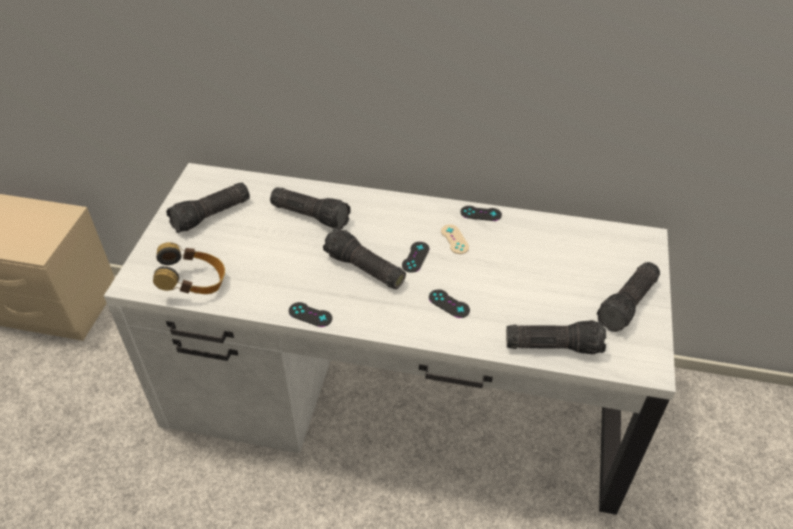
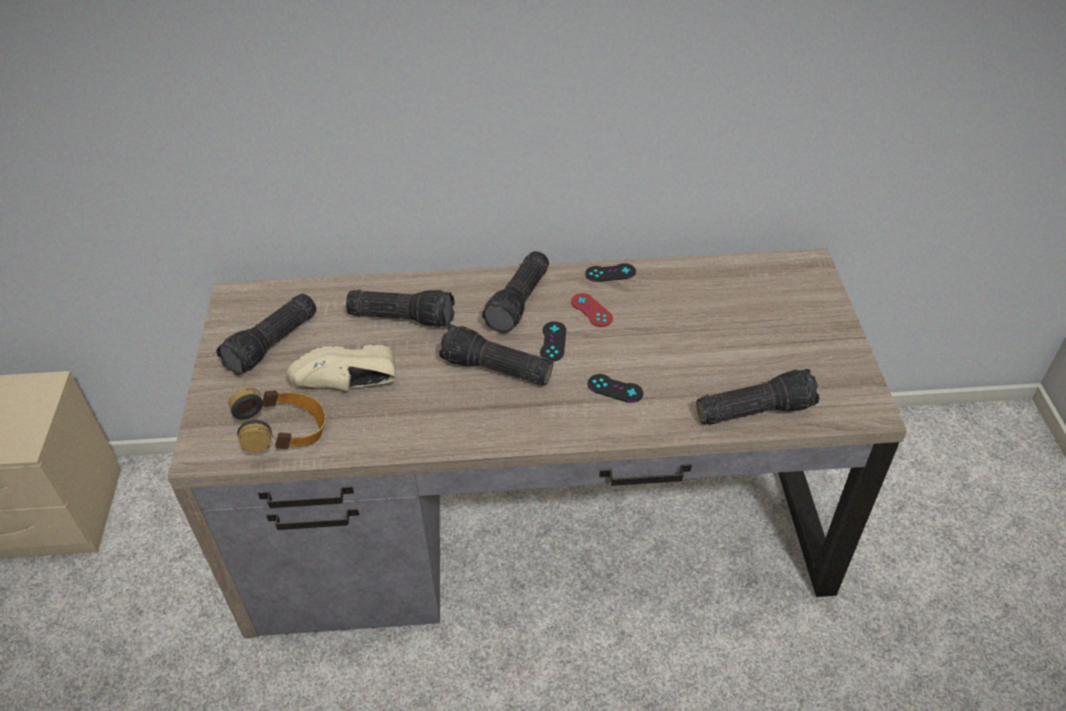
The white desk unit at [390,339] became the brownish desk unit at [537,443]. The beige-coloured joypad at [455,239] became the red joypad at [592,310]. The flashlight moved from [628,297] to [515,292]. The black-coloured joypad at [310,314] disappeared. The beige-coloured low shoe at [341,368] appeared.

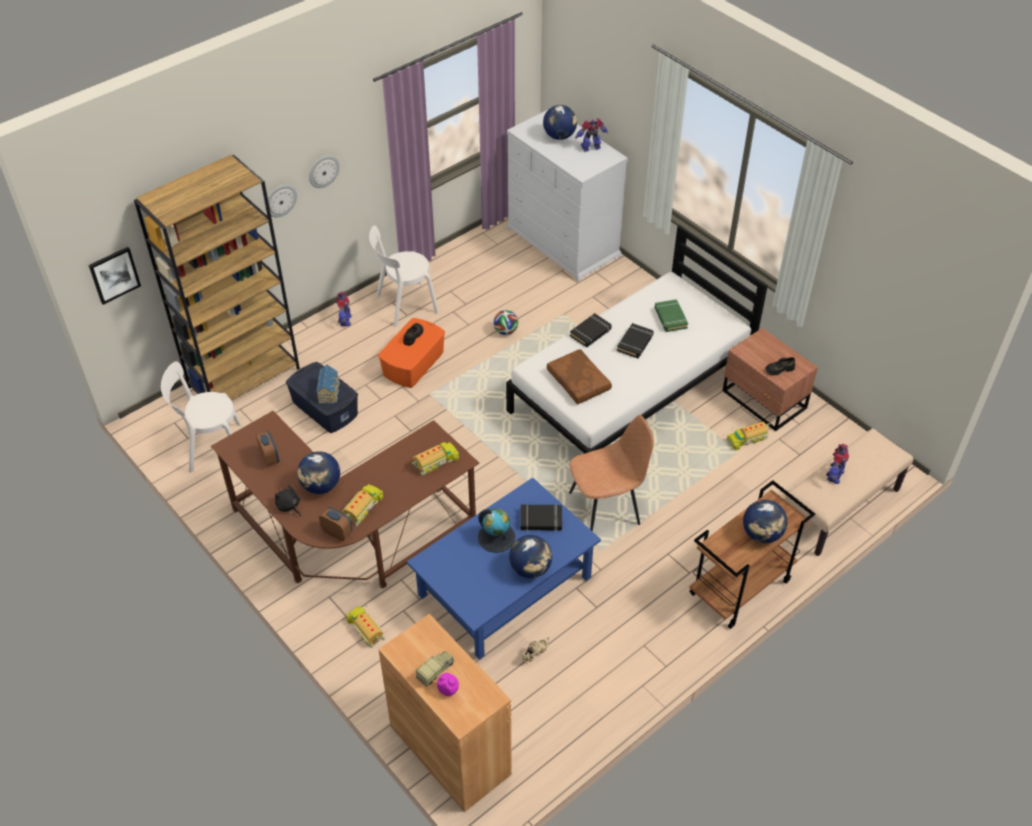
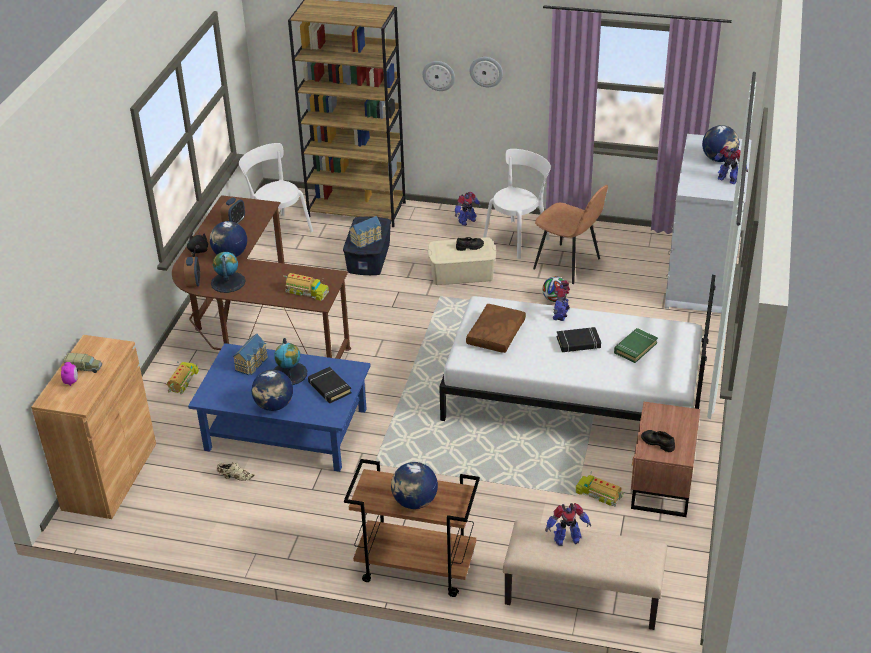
The white upright chair at [404,276] turned 105 degrees clockwise. The wall picture at [115,276] disappeared. The black-coloured book at [591,330] was replaced by the model robot at [561,300]. The orangey storage bin at [411,353] became the beige-coloured storage bin at [462,261]. The brownish upright chair moved from [611,473] to [570,234]. The model truck at [363,504] was replaced by the world globe at [228,272]. The miniature house at [250,354] appeared.

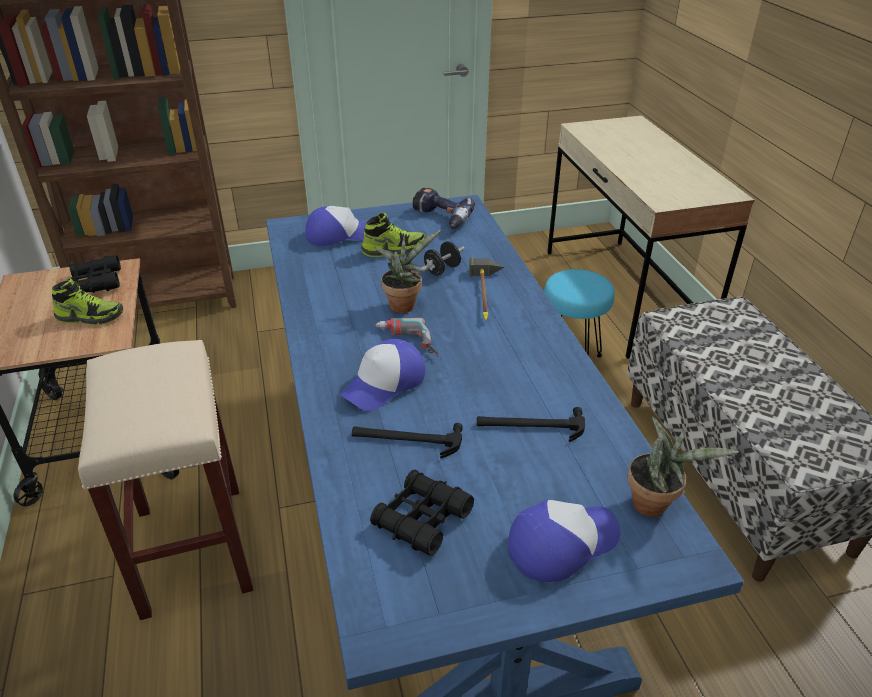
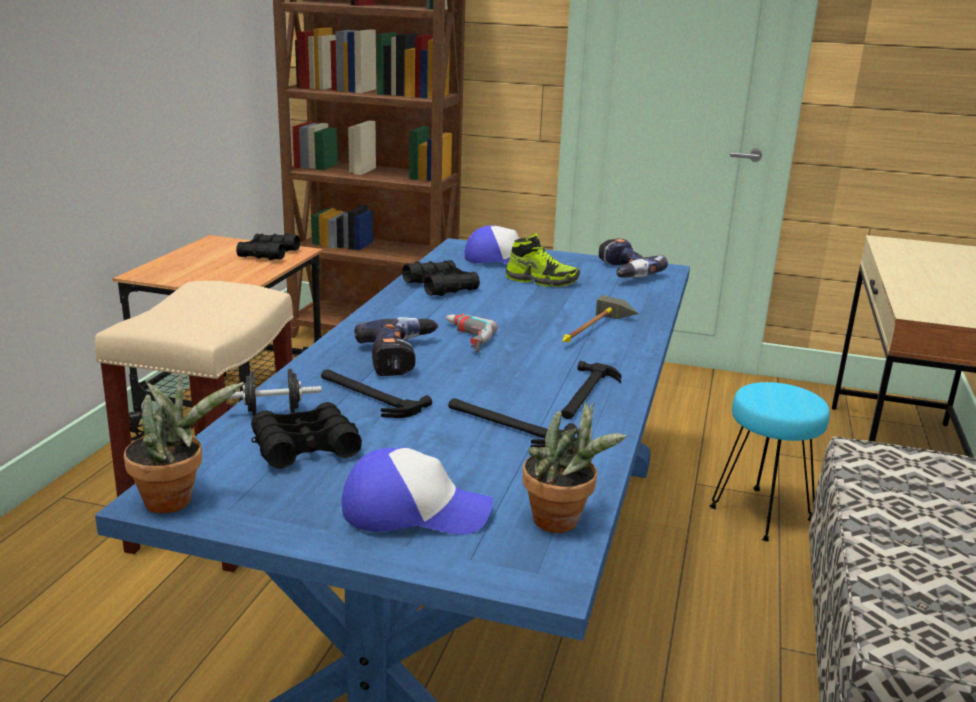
The plant in a pot moved from [407,271] to [184,443]. The black-coloured dumbbell moved from [443,258] to [274,392]. The low shoe at [87,301] disappeared. The peaked cap at [382,375] was replaced by the power drill at [396,346]. The black-coloured field glasses at [441,278] appeared. The hammer at [591,390] appeared.

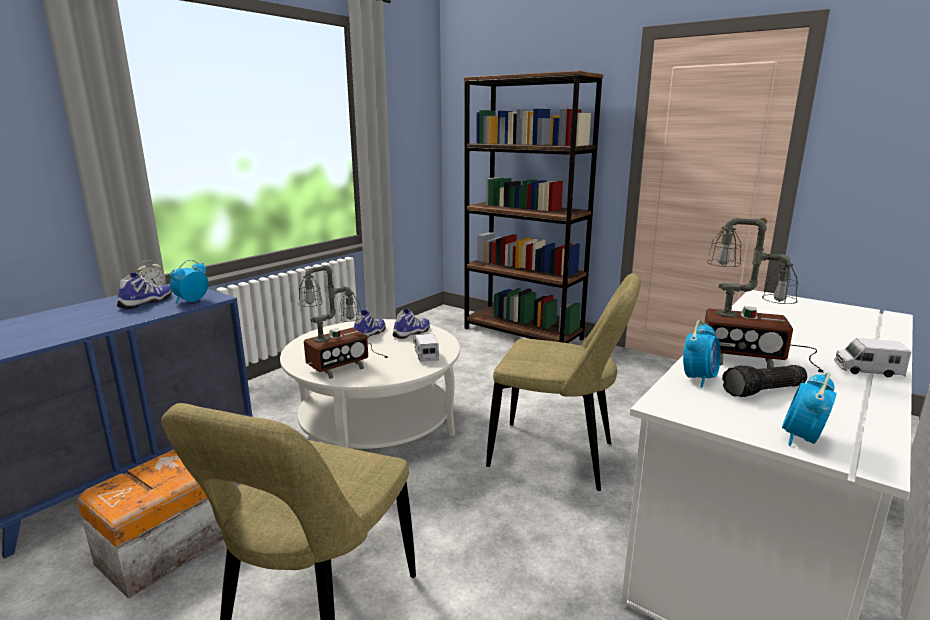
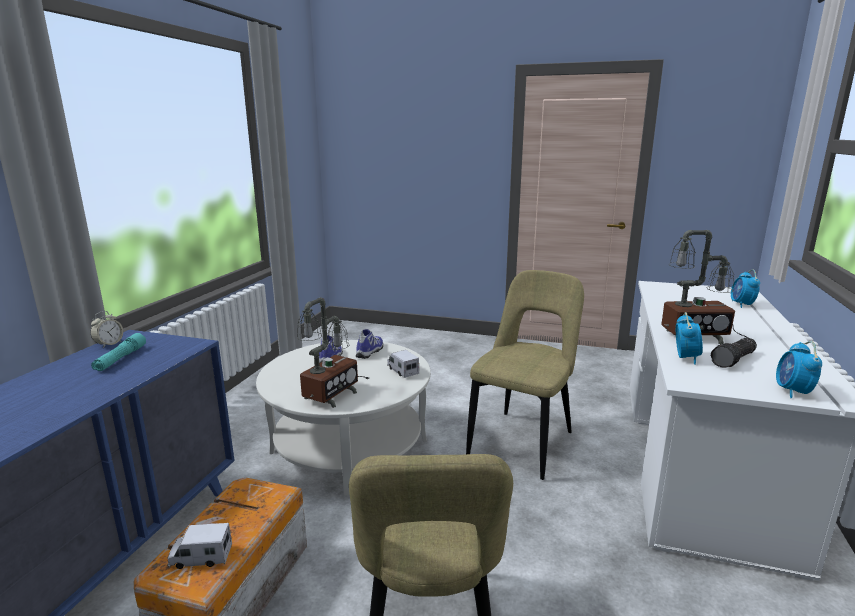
The brownish bookshelf at [533,207] disappeared. The table clock moved from [189,282] to [745,288]. The low shoe at [144,290] was replaced by the turquoise-coloured flashlight at [118,352]. The beige-coloured upright chair at [563,382] turned 60 degrees counterclockwise. The model truck moved from [872,357] to [200,546].

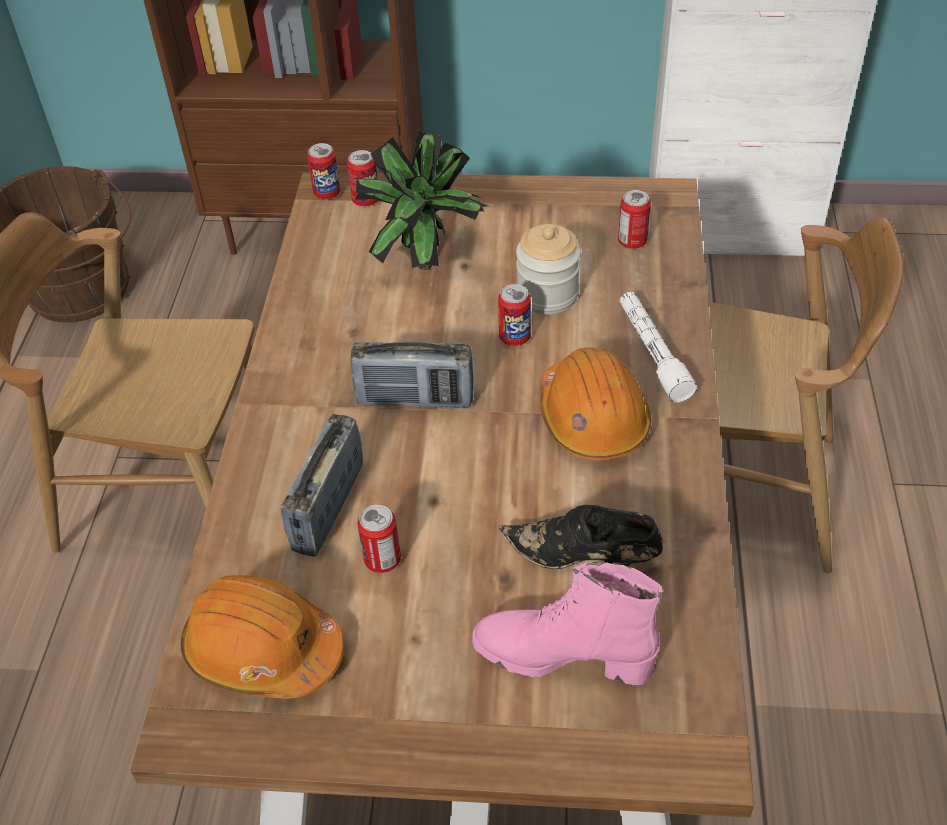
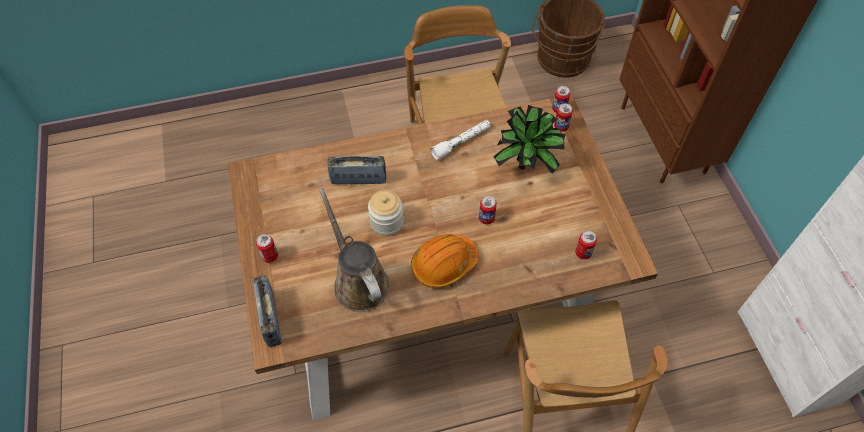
The jar moved from [548,269] to [385,213]. The white flashlight moved from [658,347] to [460,140]. The radio moved from [412,375] to [267,311]. The sealed can moved from [379,539] to [267,248]. The black-coloured low shoe at [581,537] was replaced by the brownish watering can at [354,250]. The pink boot at [567,623] disappeared. The orangey work helmet at [262,637] disappeared.

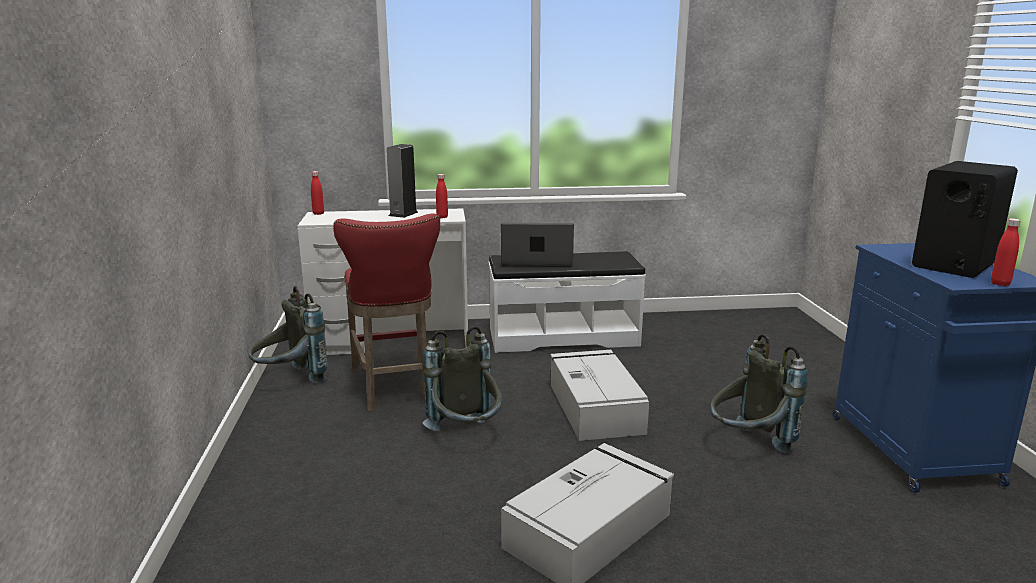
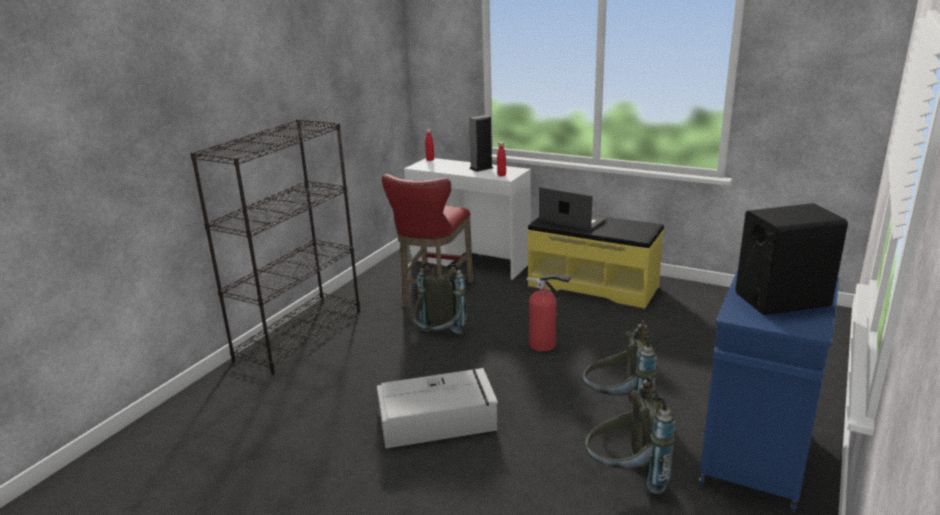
The red bottle at [1006,252] disappeared. The white bench at [567,302] became the yellow-coloured bench at [595,262]. The greyish backpack moved from [288,334] to [630,435]. The greyish storage bin at [600,395] was replaced by the fire-fighting cylinder at [548,313]. The black-coloured bookshelf at [275,247] appeared.

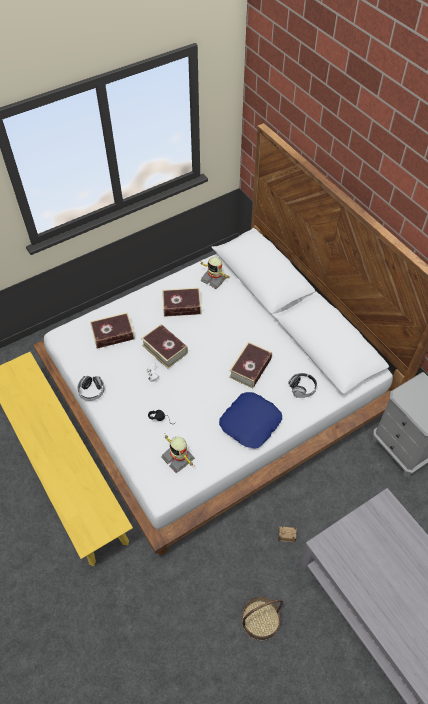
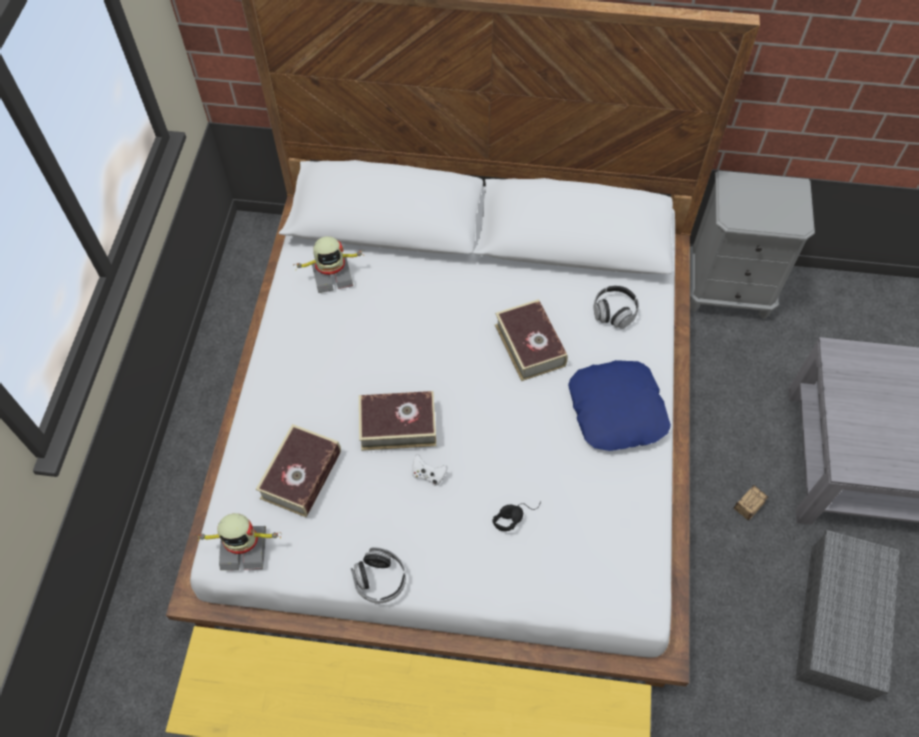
The book at [181,302] disappeared. The model robot moved from [178,454] to [238,541]. The household basket at [262,619] was replaced by the greyish storage bin at [848,616].

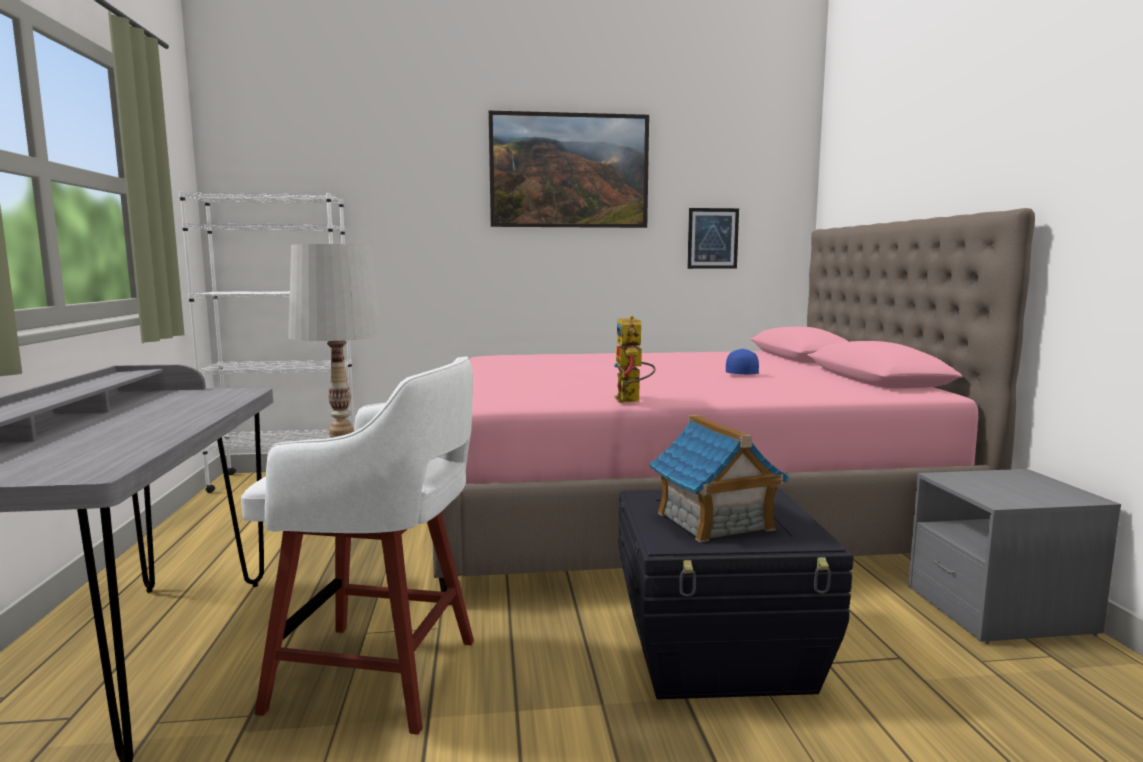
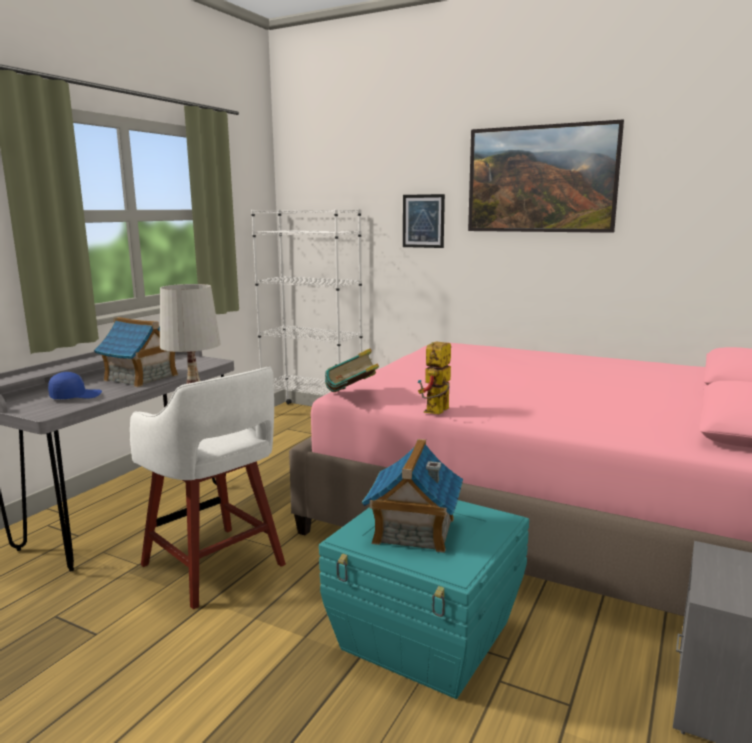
The wall picture moved from [713,238] to [424,221]. The blue-coloured peaked cap moved from [742,362] to [75,385]. The black-coloured storage bin at [736,593] became the turquoise-coloured storage bin at [424,599]. The miniature house at [136,352] appeared. The book at [352,370] appeared.

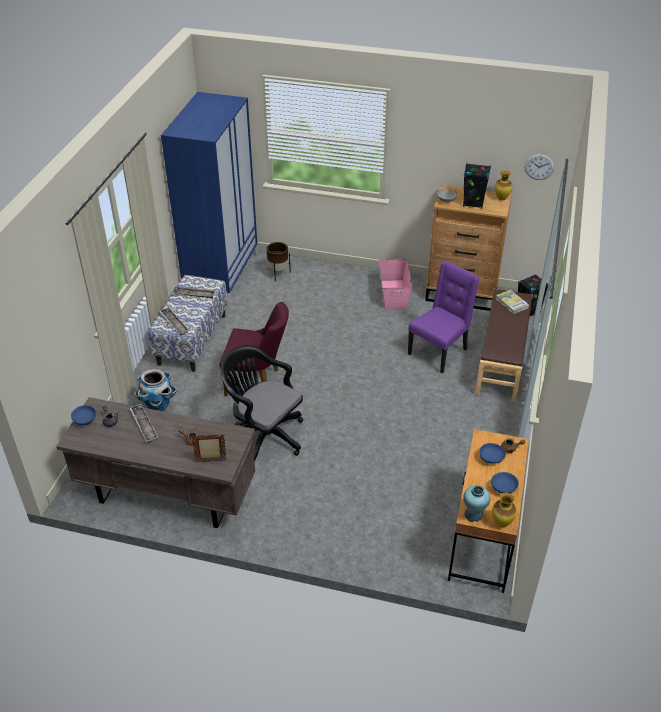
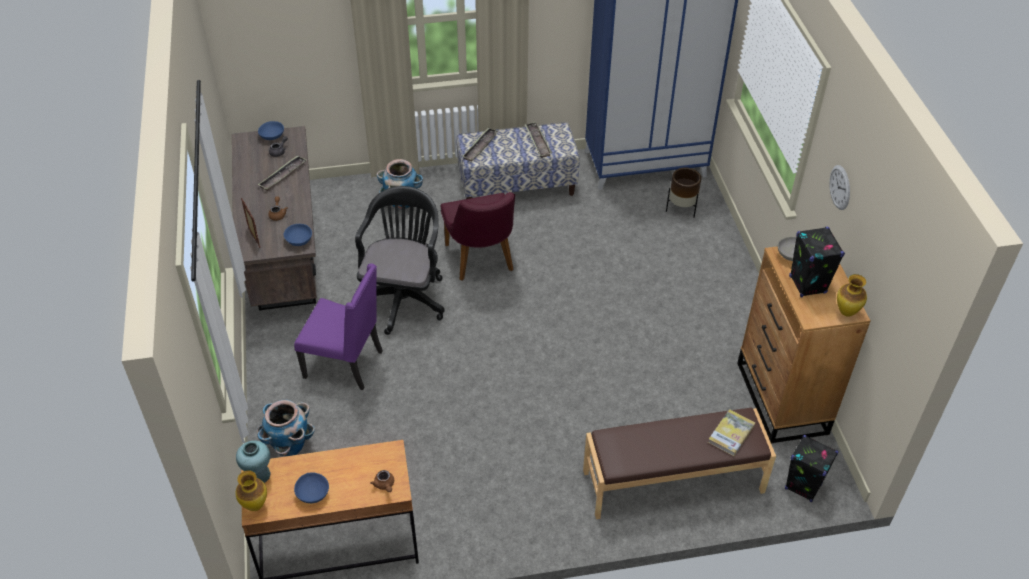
The wall clock moved from [539,167] to [839,187]. The pink storage bin at [395,284] disappeared. The purplish upright chair moved from [443,317] to [338,326]. The blue-coloured serving bowl moved from [492,453] to [298,235]. The plant pot at [286,428] appeared.

